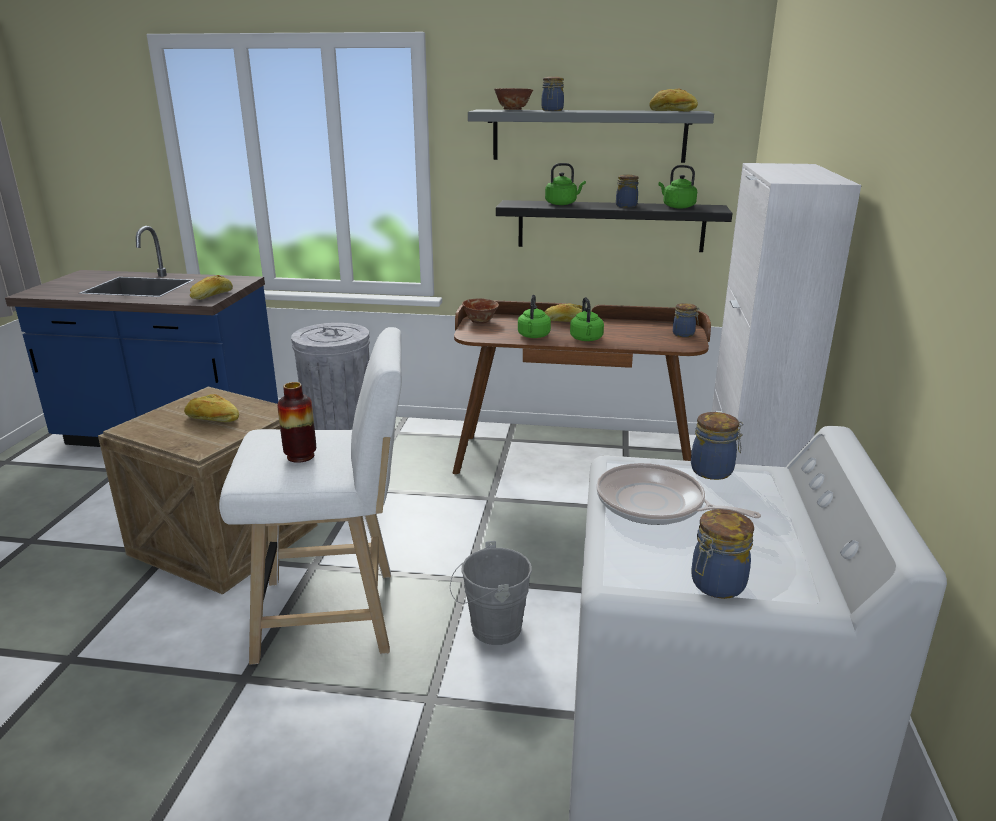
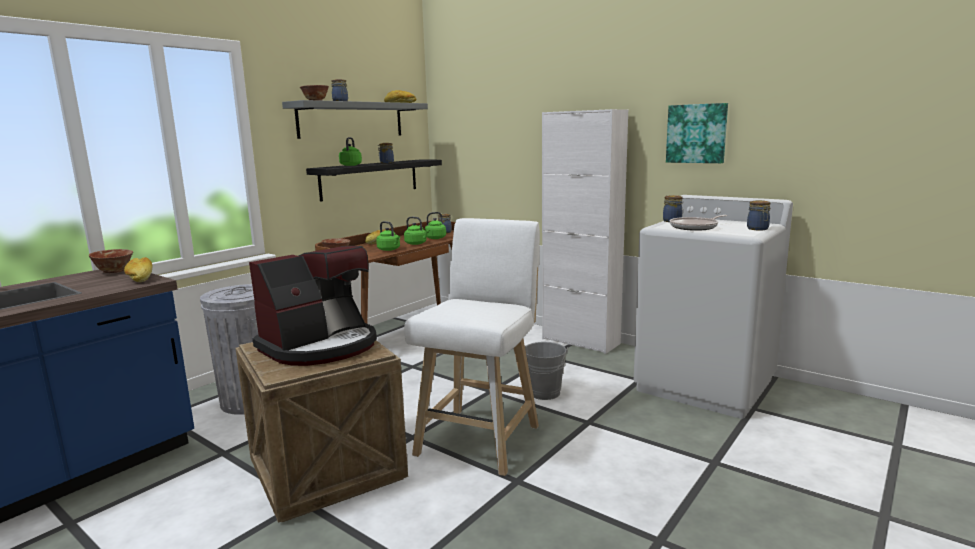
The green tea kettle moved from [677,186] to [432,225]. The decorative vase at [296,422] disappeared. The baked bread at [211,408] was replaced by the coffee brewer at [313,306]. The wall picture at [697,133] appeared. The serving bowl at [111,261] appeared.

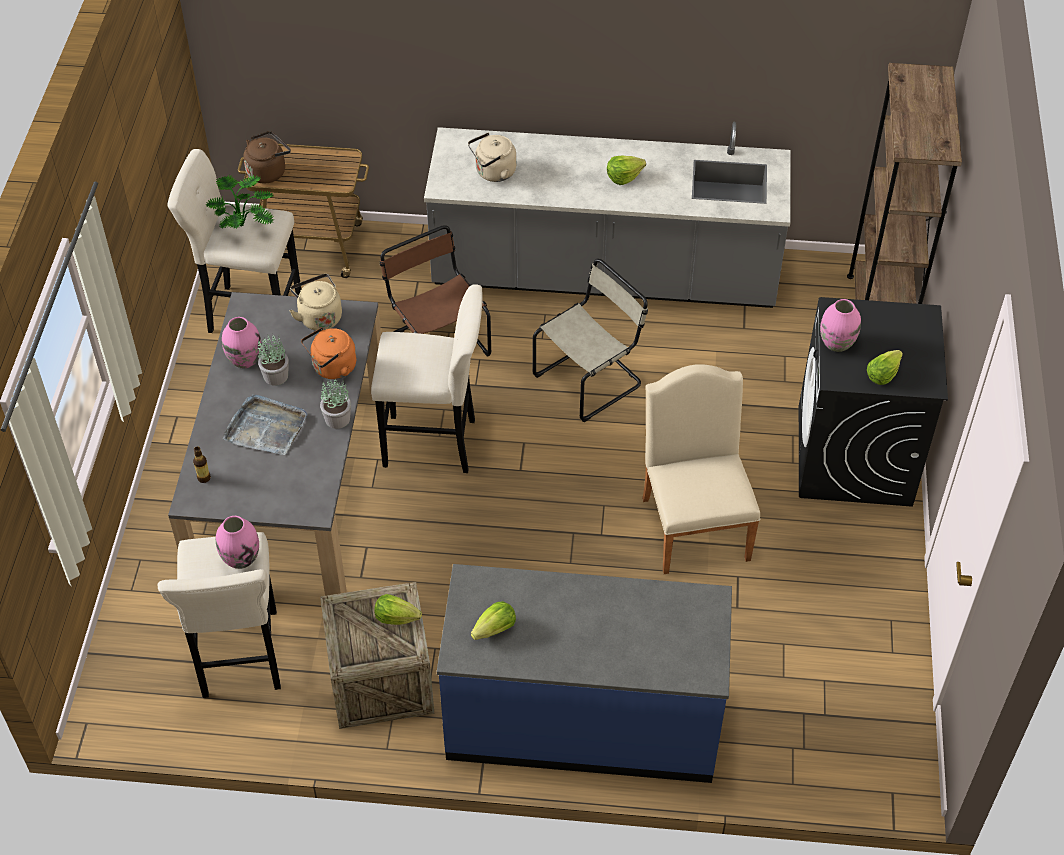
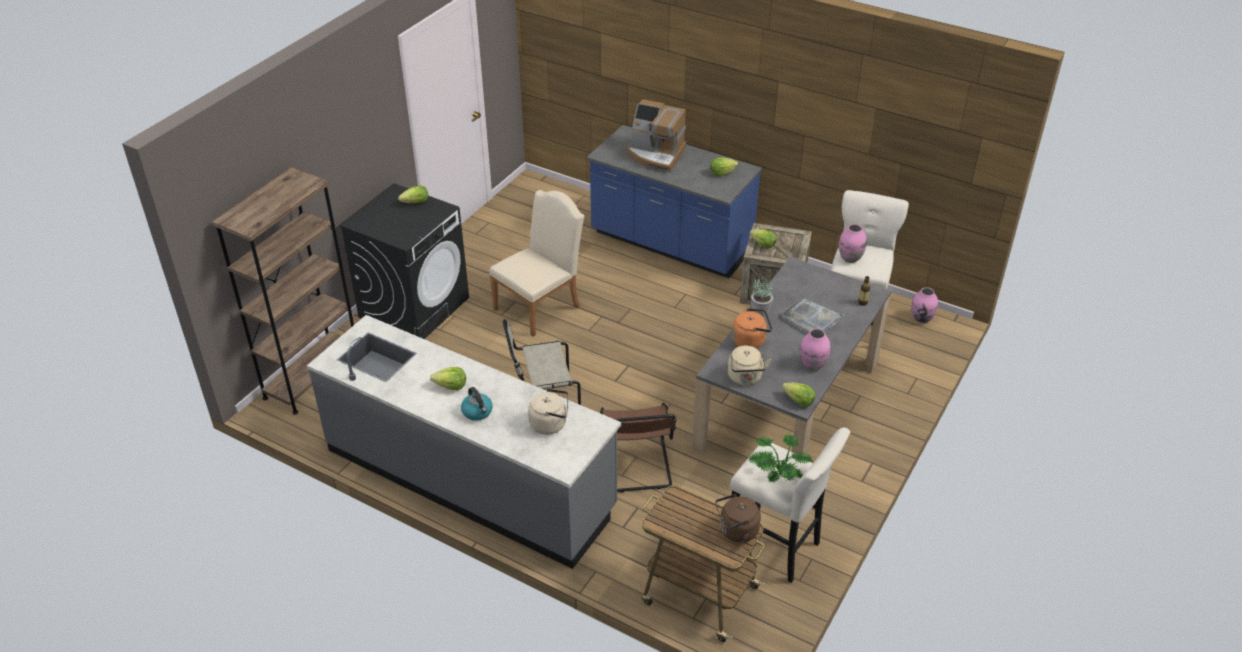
The beige-coloured stool at [427,378] disappeared. The pink decorative vase moved from [840,325] to [924,305]. The plant in a pot at [273,360] disappeared. The beige-coloured upright chair at [701,469] turned 150 degrees counterclockwise. The coffee brewer at [656,135] appeared. The lettuce at [798,394] appeared. The tea kettle at [477,404] appeared.

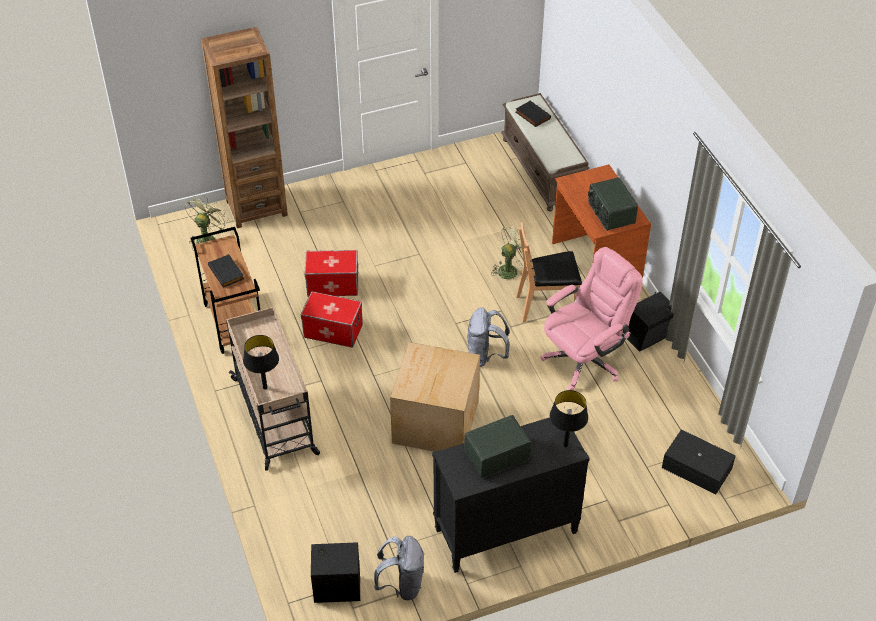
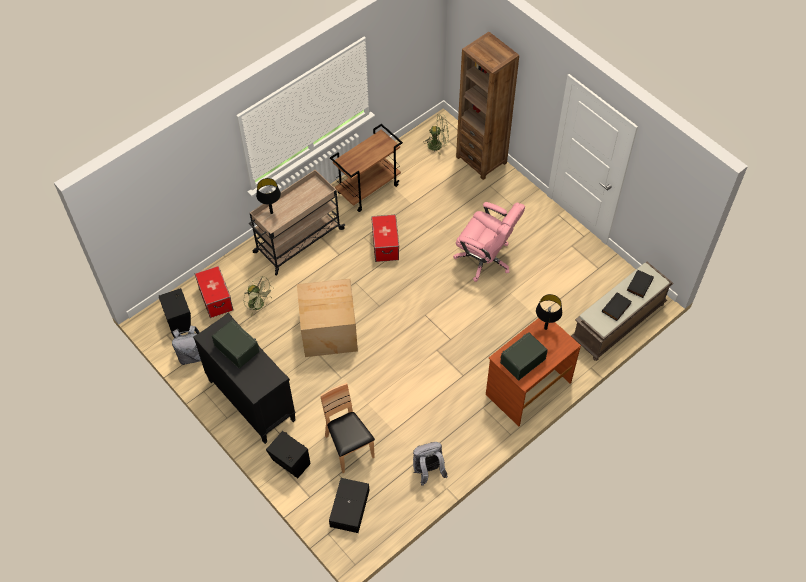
The brownish upright chair moved from [549,272] to [347,428]. The green cooling fan moved from [512,252] to [257,296]. The pink desk chair moved from [591,318] to [489,242]. The storage bin moved from [332,273] to [214,292]. The black-coloured book moved from [226,271] to [617,306]. The black-coloured loudspeaker moved from [650,322] to [288,454]. The greyish backpack moved from [489,337] to [430,464]. The black-coloured table lamp moved from [569,418] to [549,312].

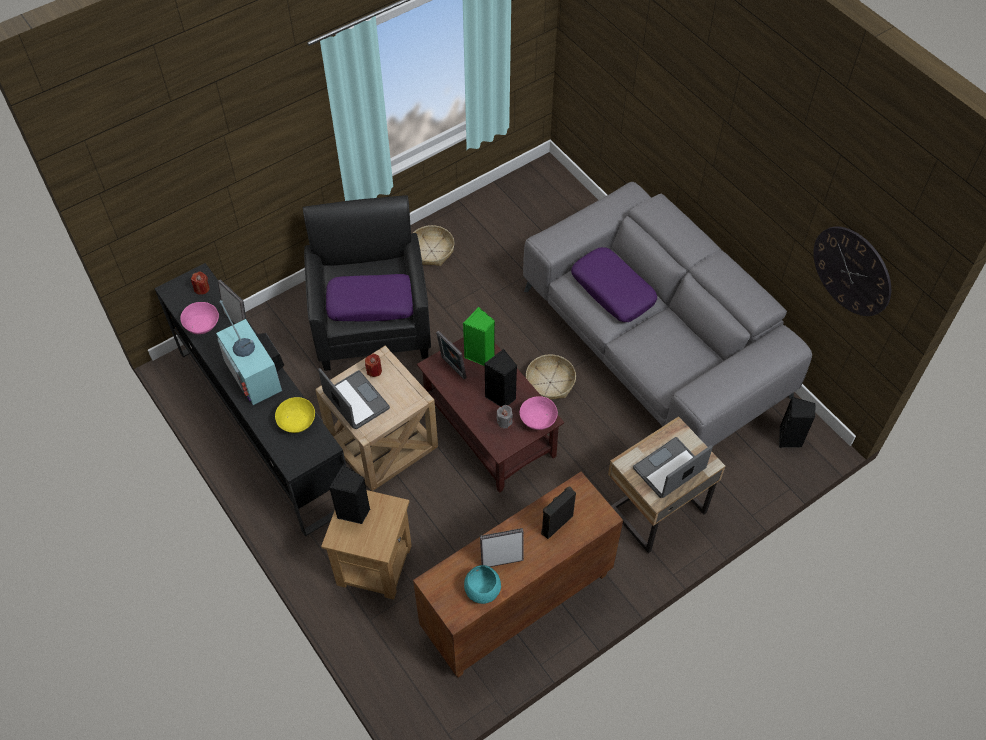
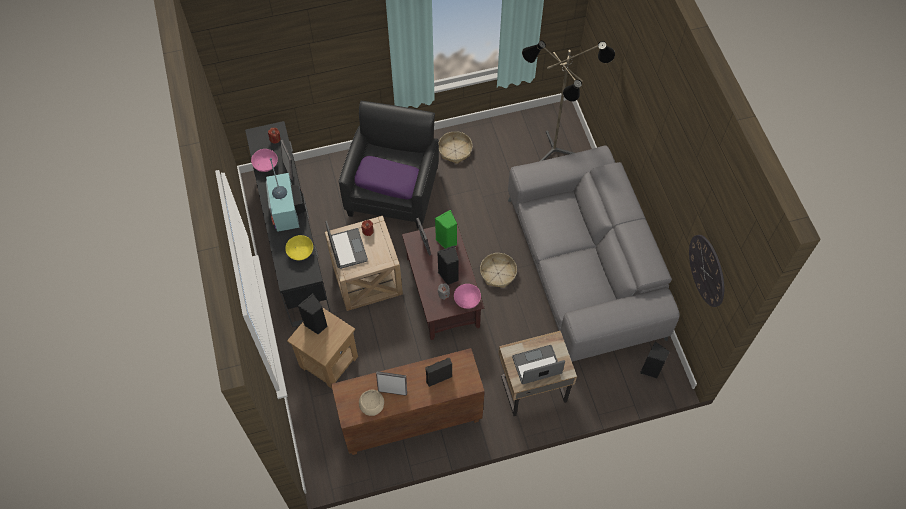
The purplish throw pillow at [614,284] disappeared. The turquoise-coloured serving bowl at [482,584] became the beige-coloured serving bowl at [371,403]. The standard lamp at [568,101] appeared.

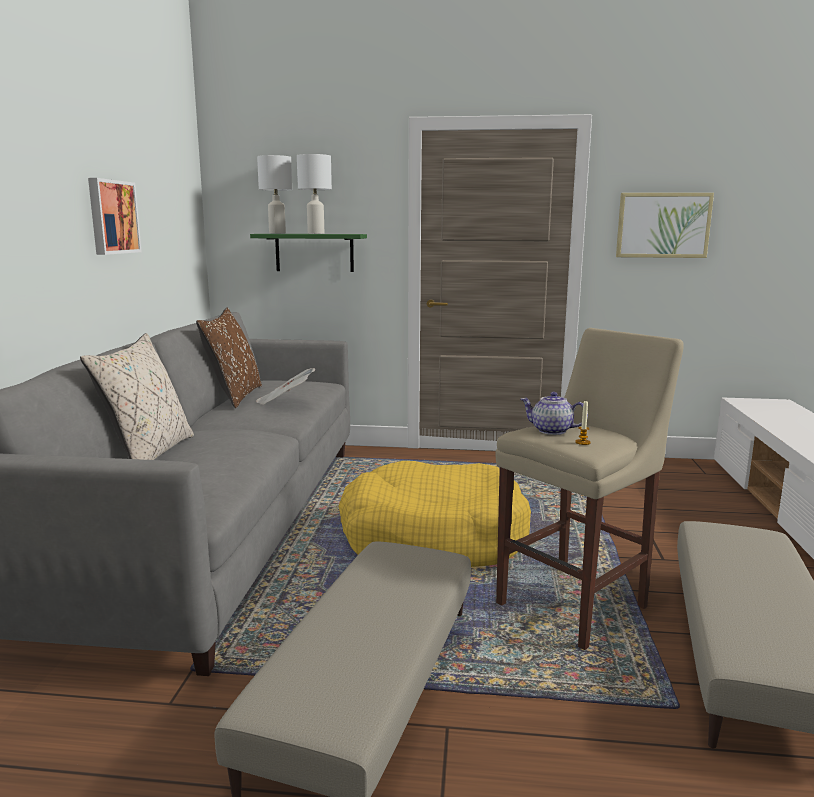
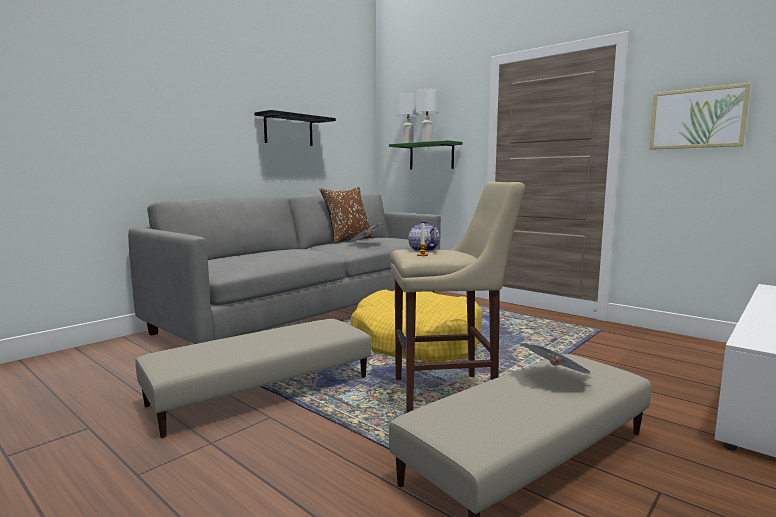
The wall picture at [115,216] was replaced by the black-coloured bracket shelf at [295,128]. The beige-coloured throw pillow at [137,396] disappeared. The printed paper at [555,358] appeared.

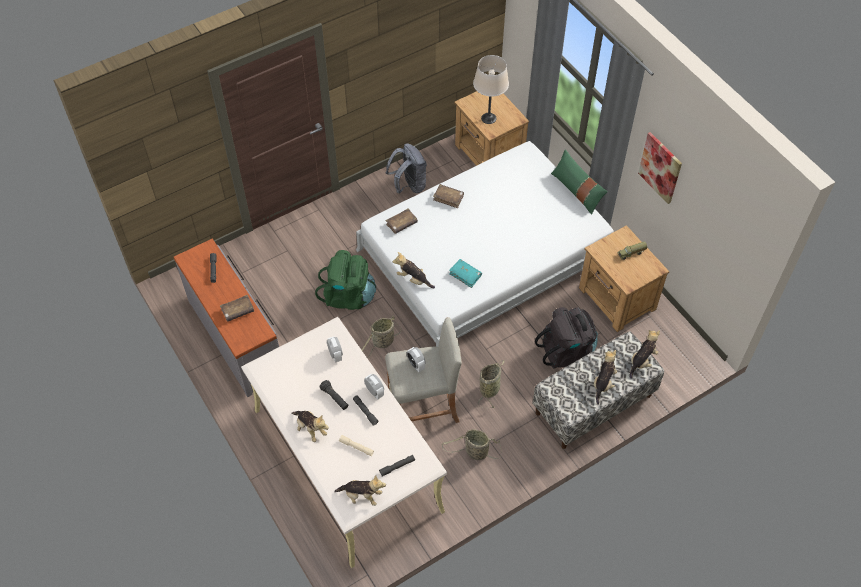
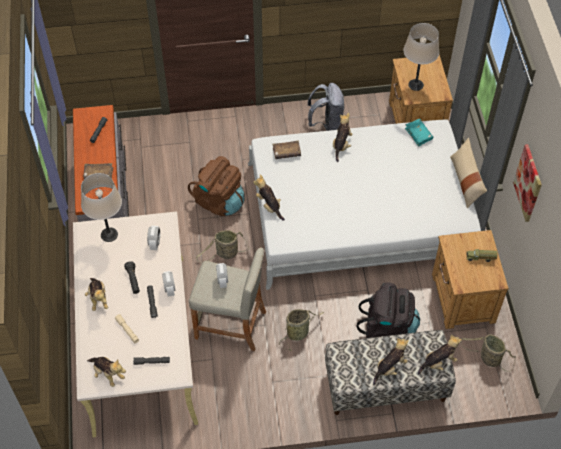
The green throw pillow at [579,181] became the beige-coloured throw pillow at [468,173]. The brownish book at [448,196] was replaced by the soft toy at [343,137]. The green backpack at [345,280] became the brownish backpack at [216,186]. The turquoise-coloured book moved from [465,273] to [419,133]. The household basket moved from [471,444] to [488,353]. The beige-coloured table lamp at [101,207] appeared.

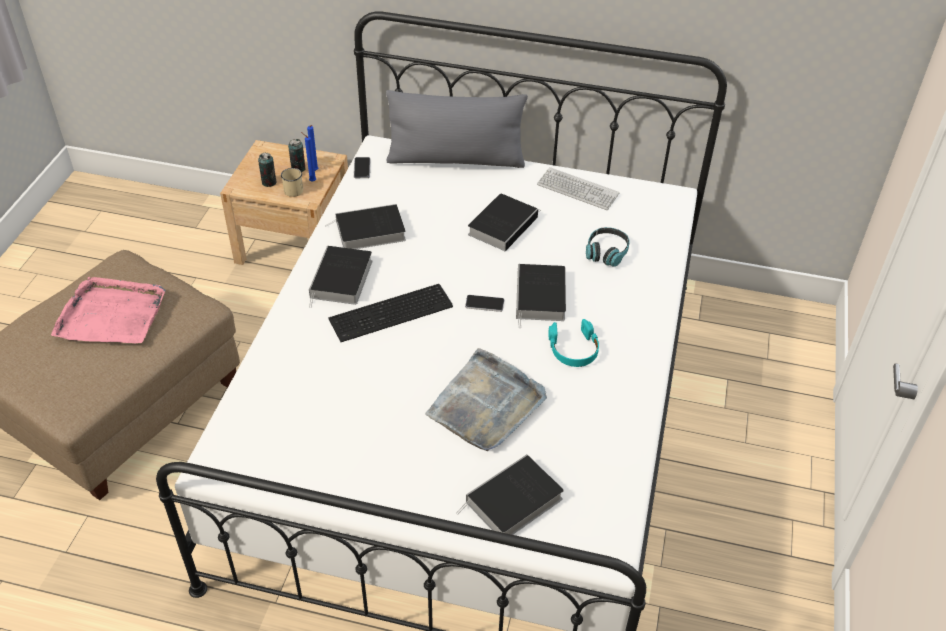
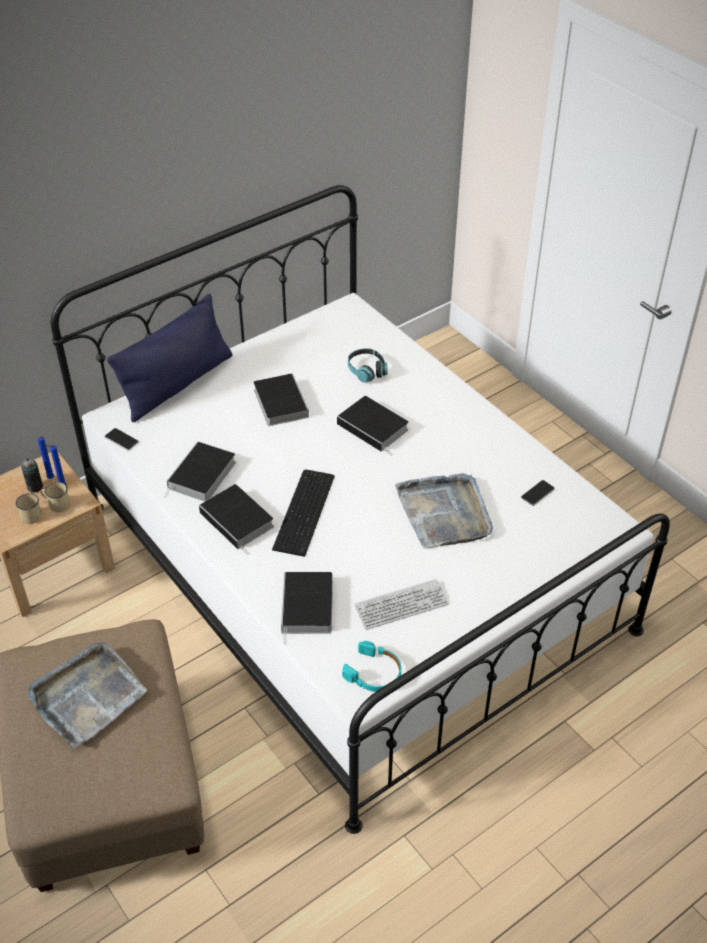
The greyish throw pillow at [457,129] became the blue-coloured throw pillow at [170,358]. The sealed can at [267,170] was replaced by the beige-coloured coffee mug at [29,508]. The PC keyboard moved from [578,188] to [401,604]. The pink carrying tray at [108,310] became the greyish carrying tray at [87,695]. The handset moved from [484,303] to [538,493]. The turquoise-coloured headset moved from [573,343] to [371,666]. The book moved from [510,494] to [307,608].

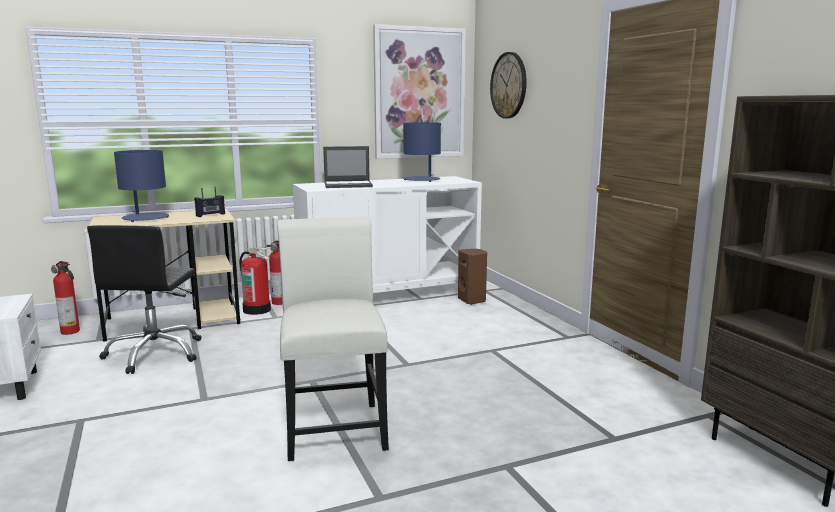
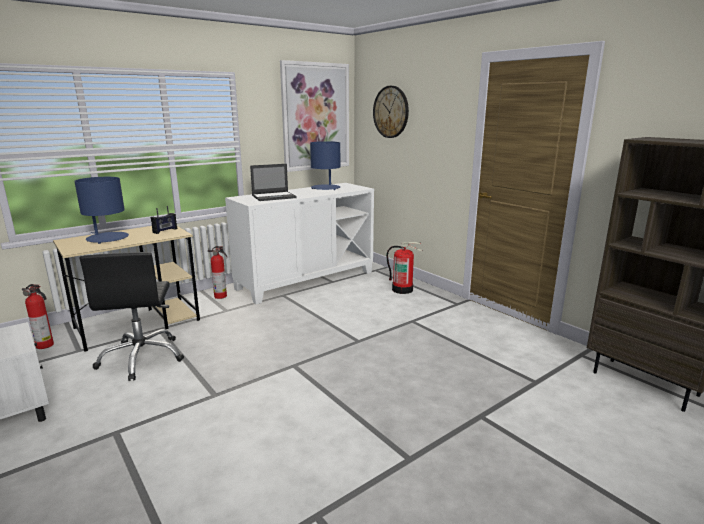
The white upright chair at [333,339] disappeared. The fire-fighting cylinder moved from [255,281] to [404,268]. The brownish loudspeaker at [472,277] disappeared.

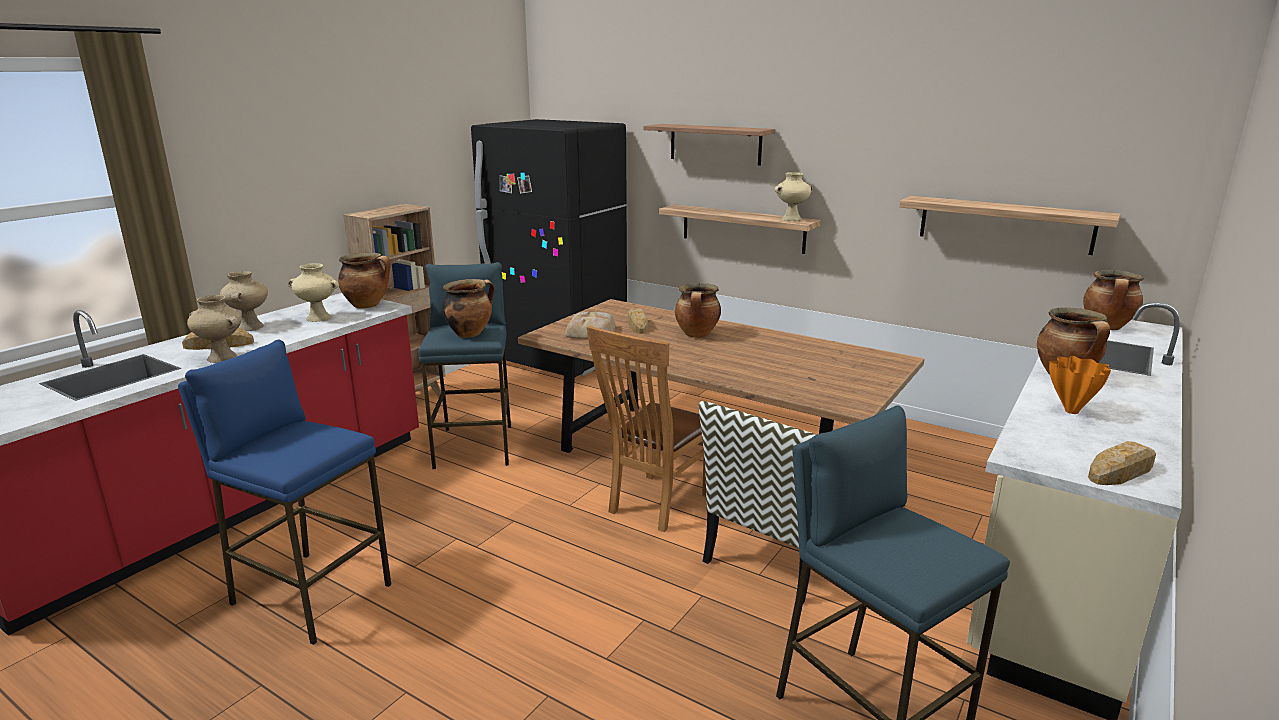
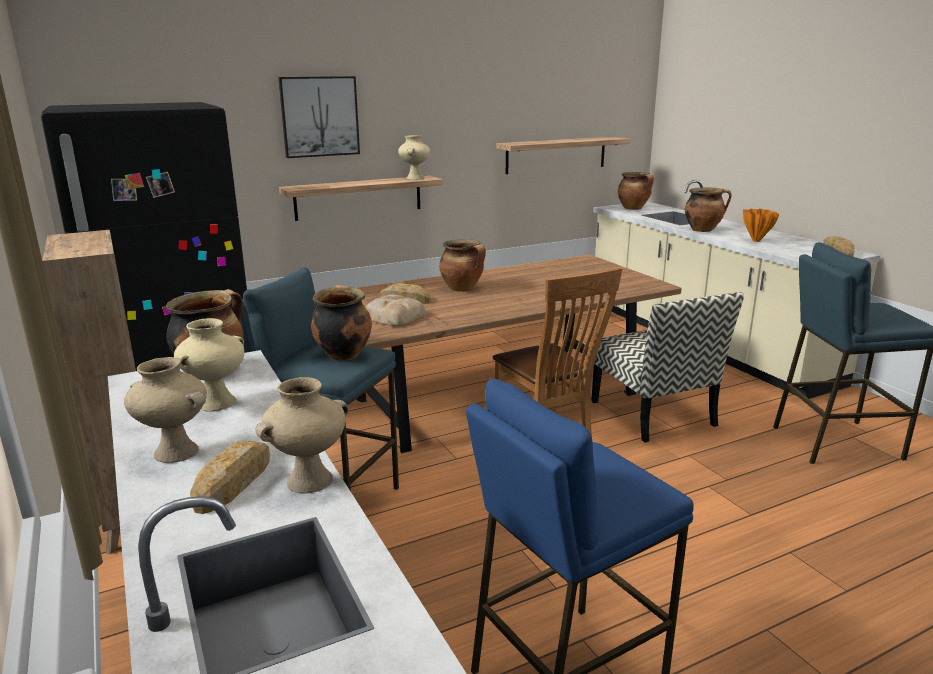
The bracket shelf at [709,145] was replaced by the wall picture at [319,117].

